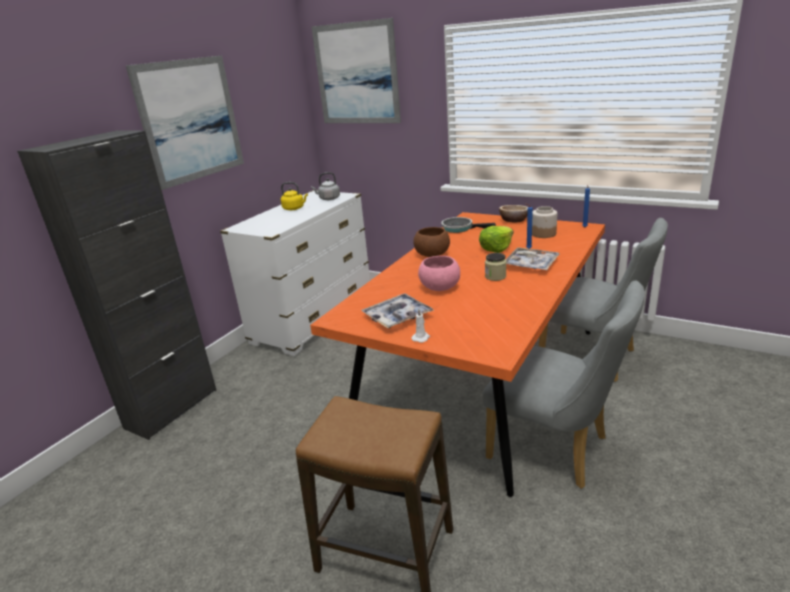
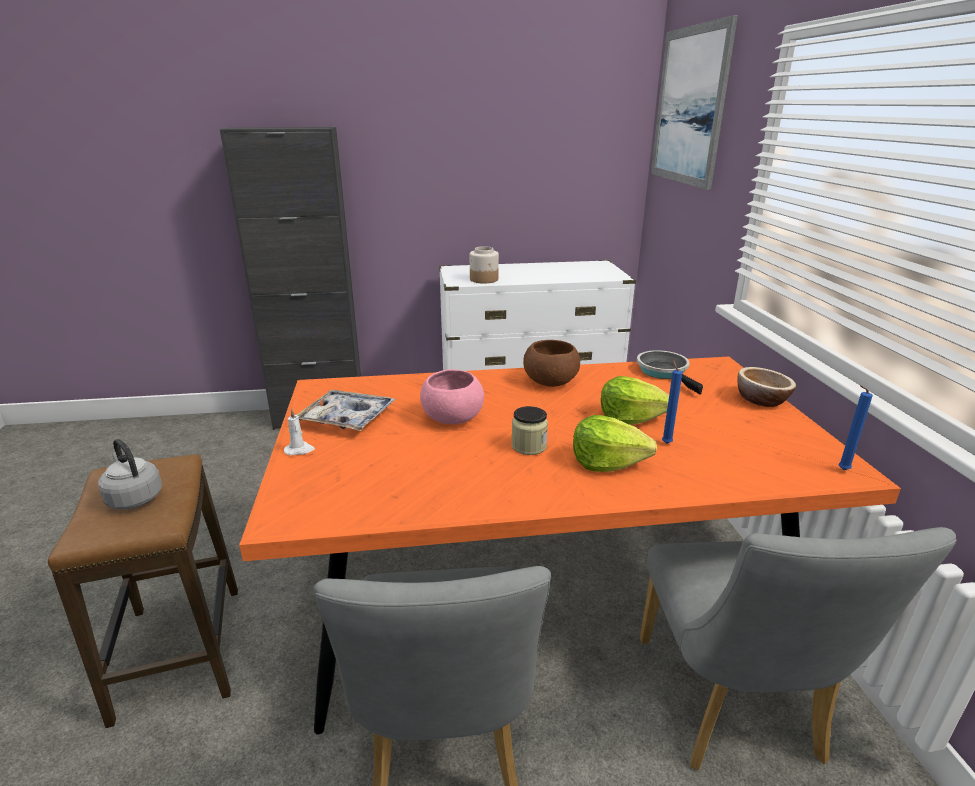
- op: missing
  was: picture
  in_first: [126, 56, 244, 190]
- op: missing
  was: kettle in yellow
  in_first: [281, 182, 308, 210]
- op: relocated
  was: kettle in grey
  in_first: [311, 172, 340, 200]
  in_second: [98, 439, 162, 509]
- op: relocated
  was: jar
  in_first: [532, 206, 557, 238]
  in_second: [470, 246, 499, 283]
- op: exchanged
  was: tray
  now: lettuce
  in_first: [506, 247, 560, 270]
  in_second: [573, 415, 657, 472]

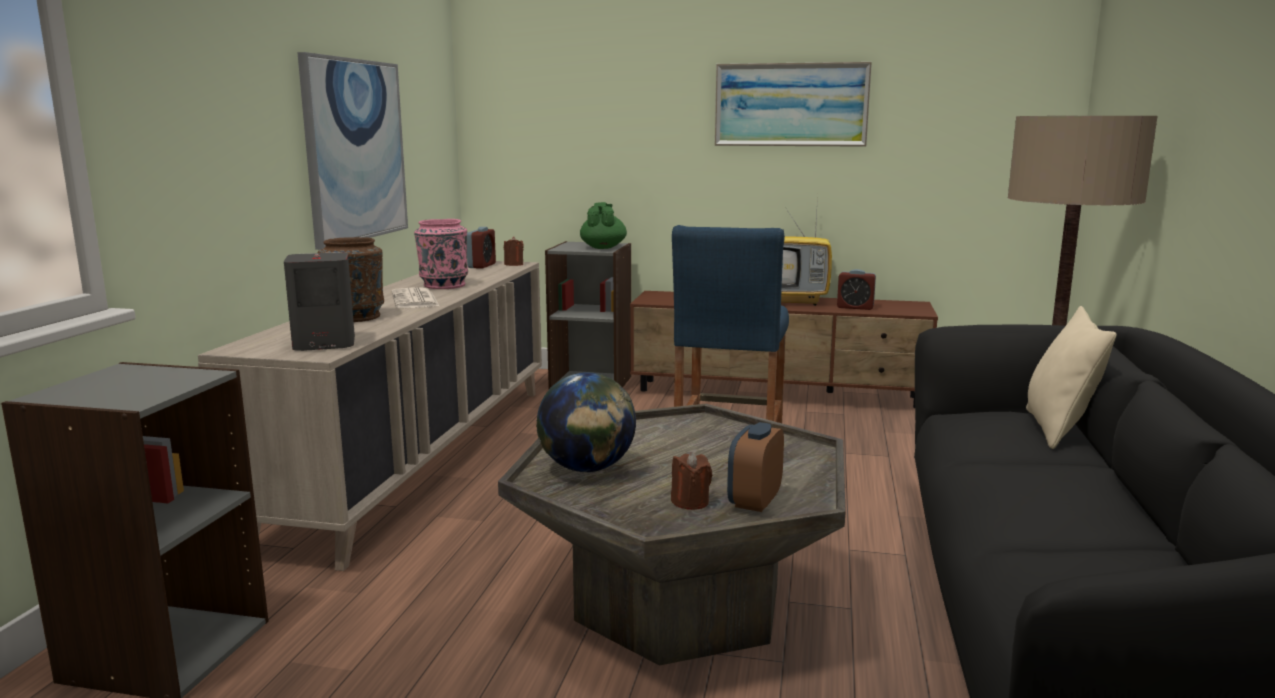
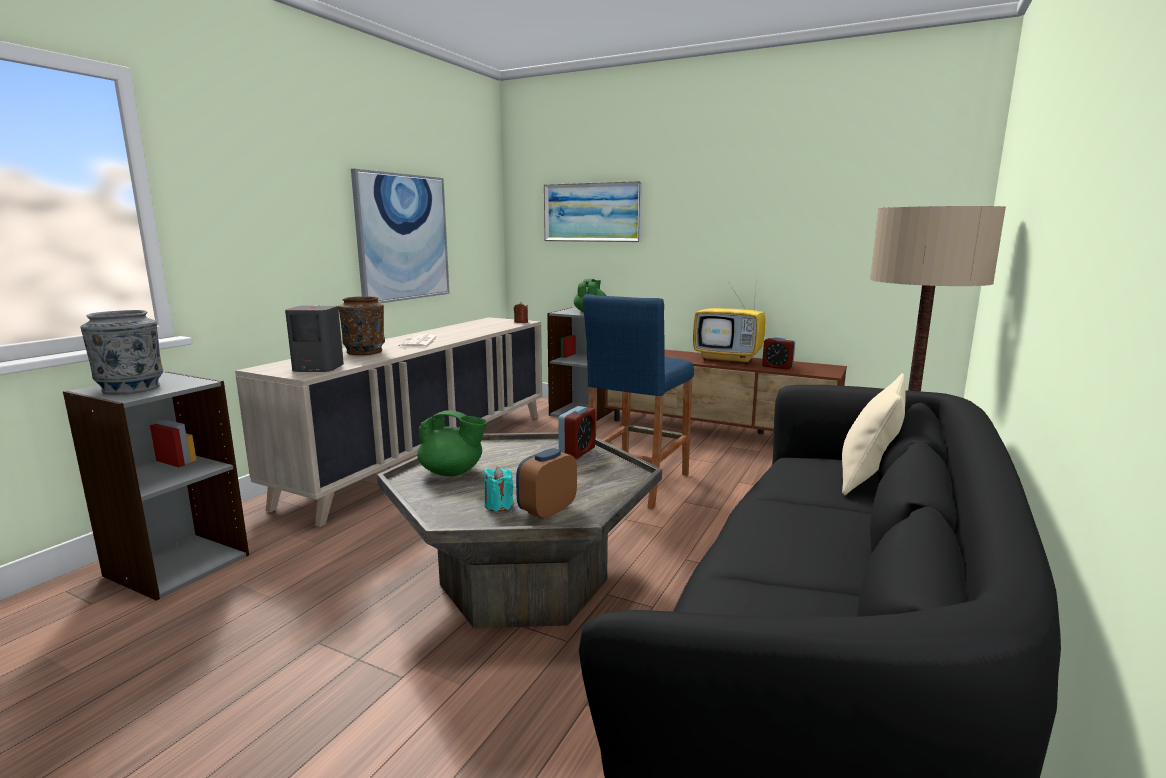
- op: missing
  was: vase in pink
  in_first: [414, 219, 468, 289]
- op: appeared
  now: vase in grey
  in_second: [81, 310, 163, 395]
- op: relocated
  was: alarm clock
  in_first: [467, 227, 496, 269]
  in_second: [558, 406, 596, 459]
- op: relocated
  was: picture
  in_first: [715, 62, 872, 147]
  in_second: [544, 181, 642, 242]
- op: exchanged
  was: globe
  now: teapot in green
  in_first: [536, 372, 636, 473]
  in_second: [417, 410, 487, 476]
- op: colour
  was: candle in brown
  now: candle in turquoise
  in_first: [671, 452, 712, 510]
  in_second: [484, 467, 514, 512]

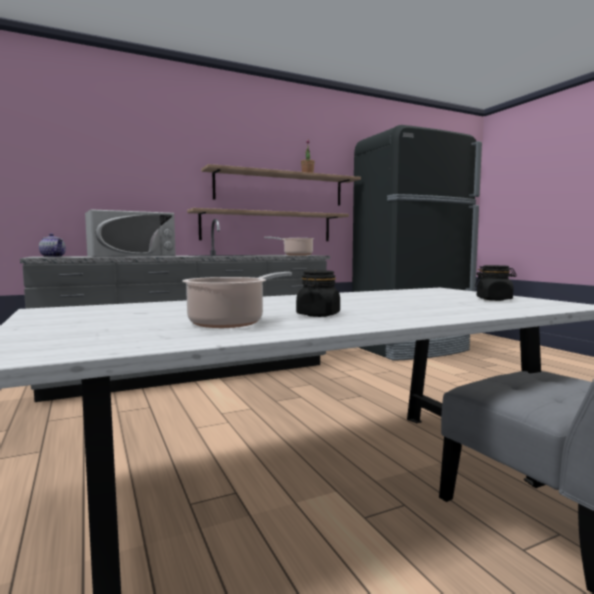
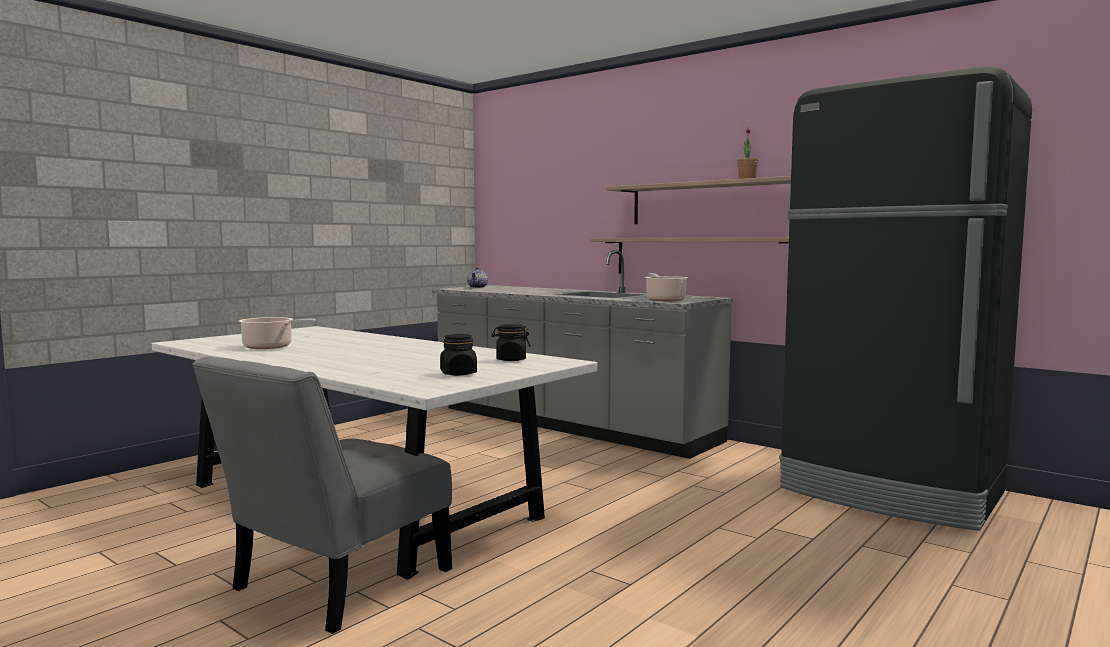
- op: missing
  was: microwave in white
  in_first: [85, 209, 176, 257]
- op: relocated
  was: jar in black
  in_first: [296, 270, 340, 317]
  in_second: [491, 324, 530, 361]

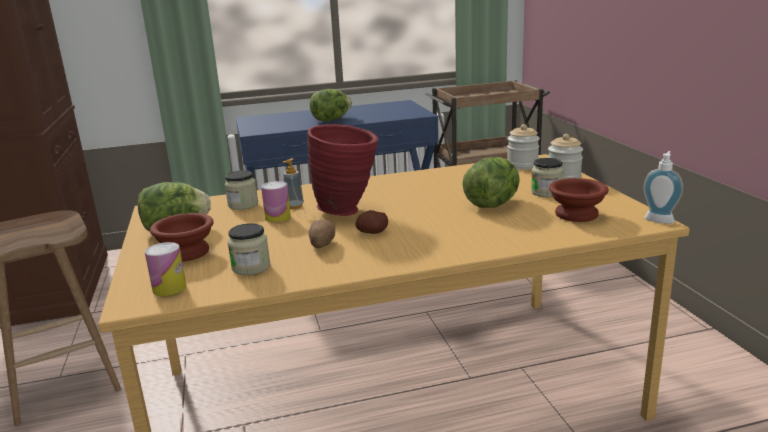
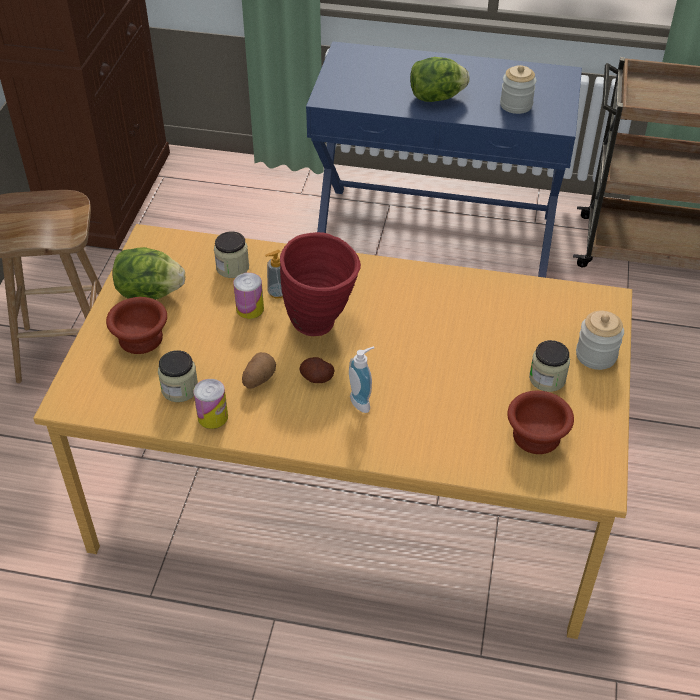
- op: missing
  was: lettuce
  in_first: [462, 157, 520, 208]
- op: relocated
  was: can
  in_first: [145, 242, 187, 296]
  in_second: [193, 379, 228, 429]
- op: relocated
  was: jar
  in_first: [507, 124, 540, 170]
  in_second: [500, 65, 536, 114]
- op: relocated
  was: soap dispenser
  in_first: [643, 151, 683, 224]
  in_second: [349, 346, 375, 413]

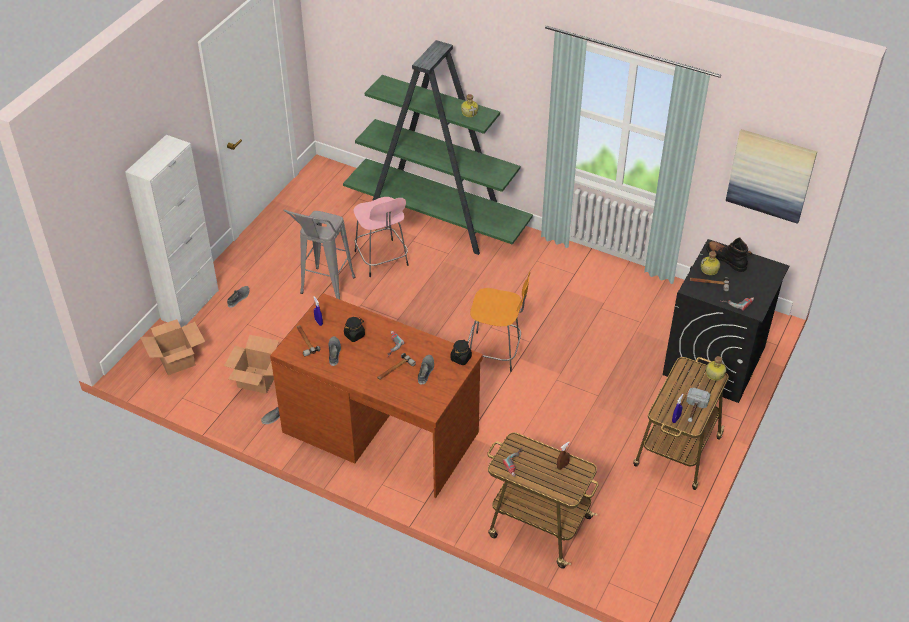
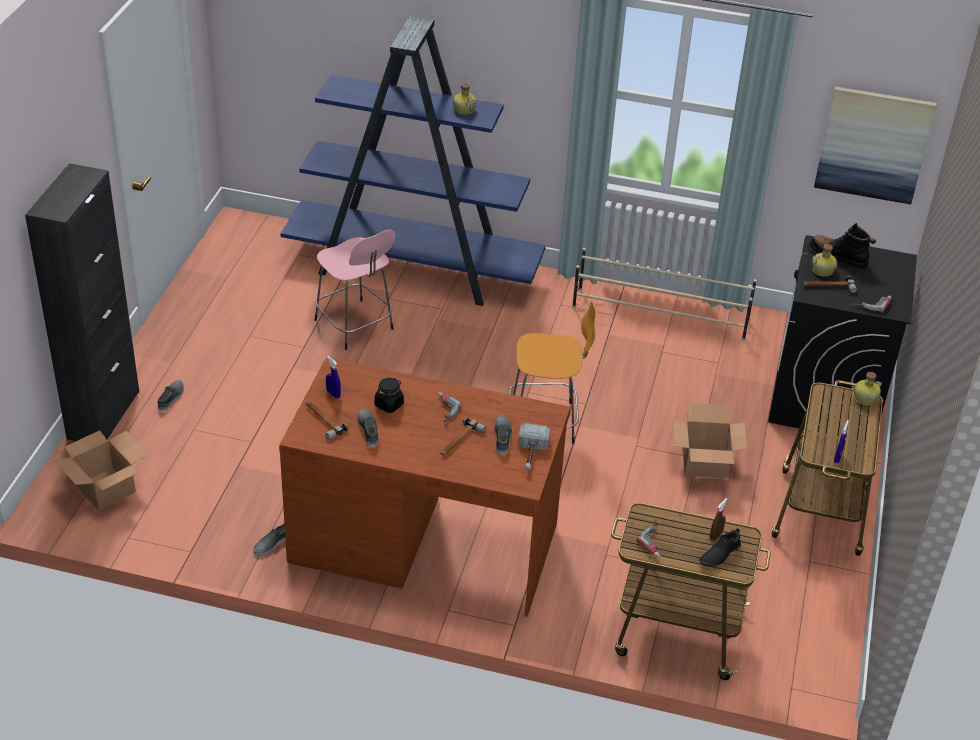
- op: missing
  was: stool in grey
  in_first: [283, 210, 355, 299]
- op: missing
  was: jar in black
  in_first: [451, 340, 472, 365]
- op: appeared
  now: shoe rack in beige
  in_second: [572, 248, 757, 341]
- op: appeared
  now: shoe in black
  in_second: [699, 528, 741, 566]
- op: relocated
  was: cardboard box
  in_first: [224, 335, 279, 394]
  in_second: [673, 403, 747, 478]
- op: relocated
  was: hammer
  in_first: [686, 387, 711, 422]
  in_second: [518, 423, 550, 469]
- op: colour
  was: cabinet in white
  now: cabinet in black
  in_first: [125, 135, 219, 327]
  in_second: [25, 163, 139, 441]
- op: colour
  was: bookcase in green
  now: bookcase in blue
  in_first: [343, 40, 533, 255]
  in_second: [280, 16, 546, 306]

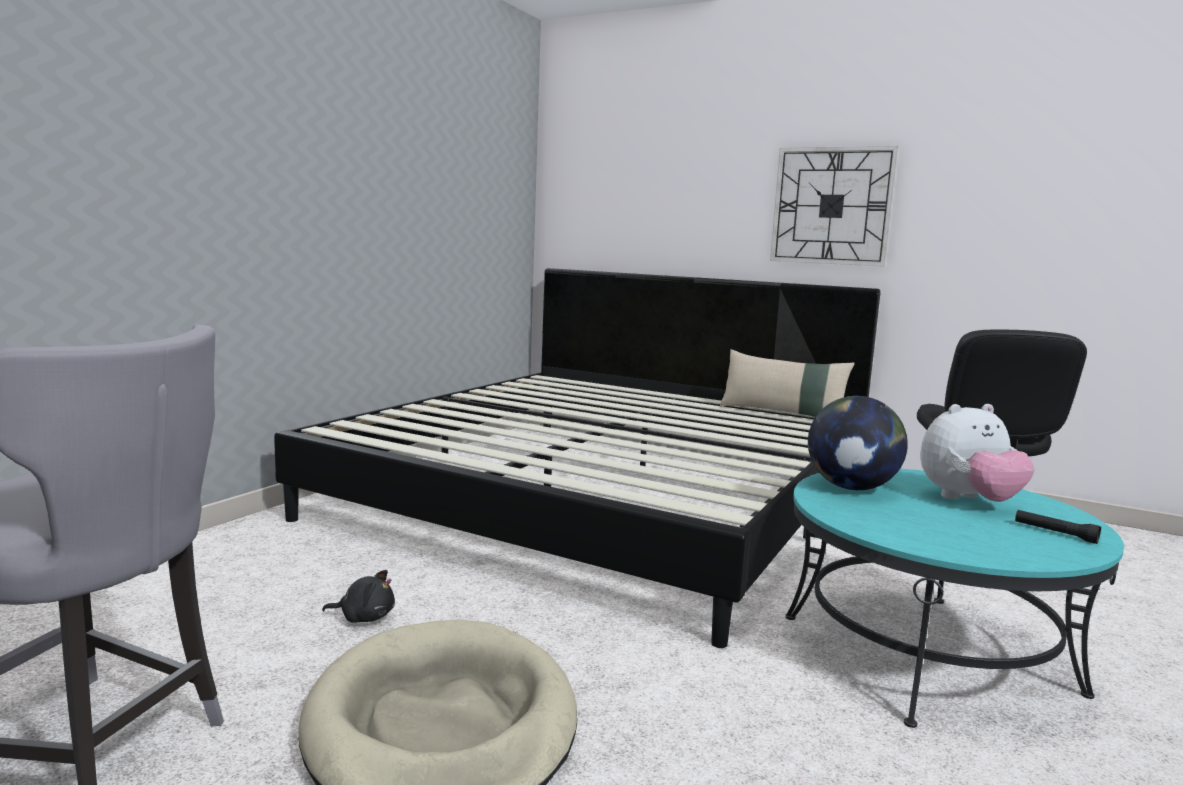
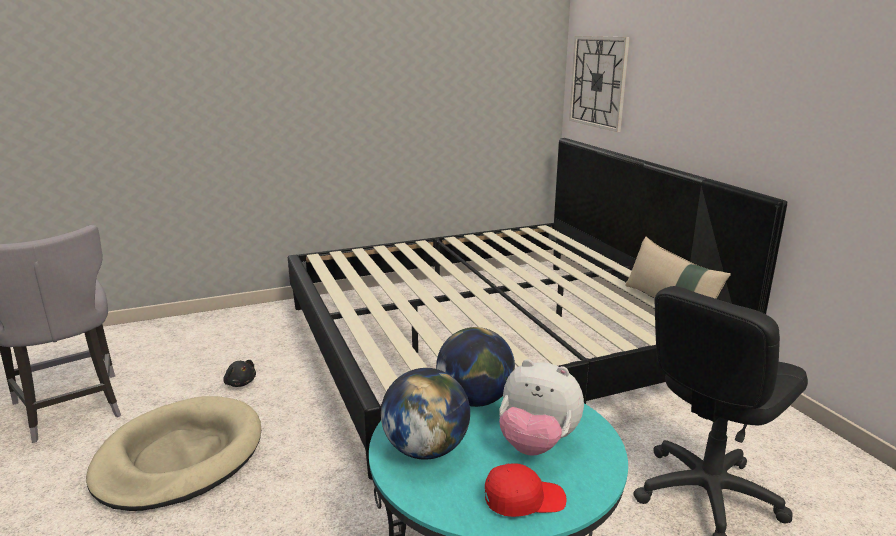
- op: appeared
  now: globe
  in_second: [381, 368, 470, 460]
- op: relocated
  was: wall clock
  in_first: [770, 146, 899, 267]
  in_second: [569, 36, 630, 132]
- op: exchanged
  was: flashlight in black
  now: cap in red
  in_first: [1015, 510, 1101, 544]
  in_second: [485, 463, 567, 517]

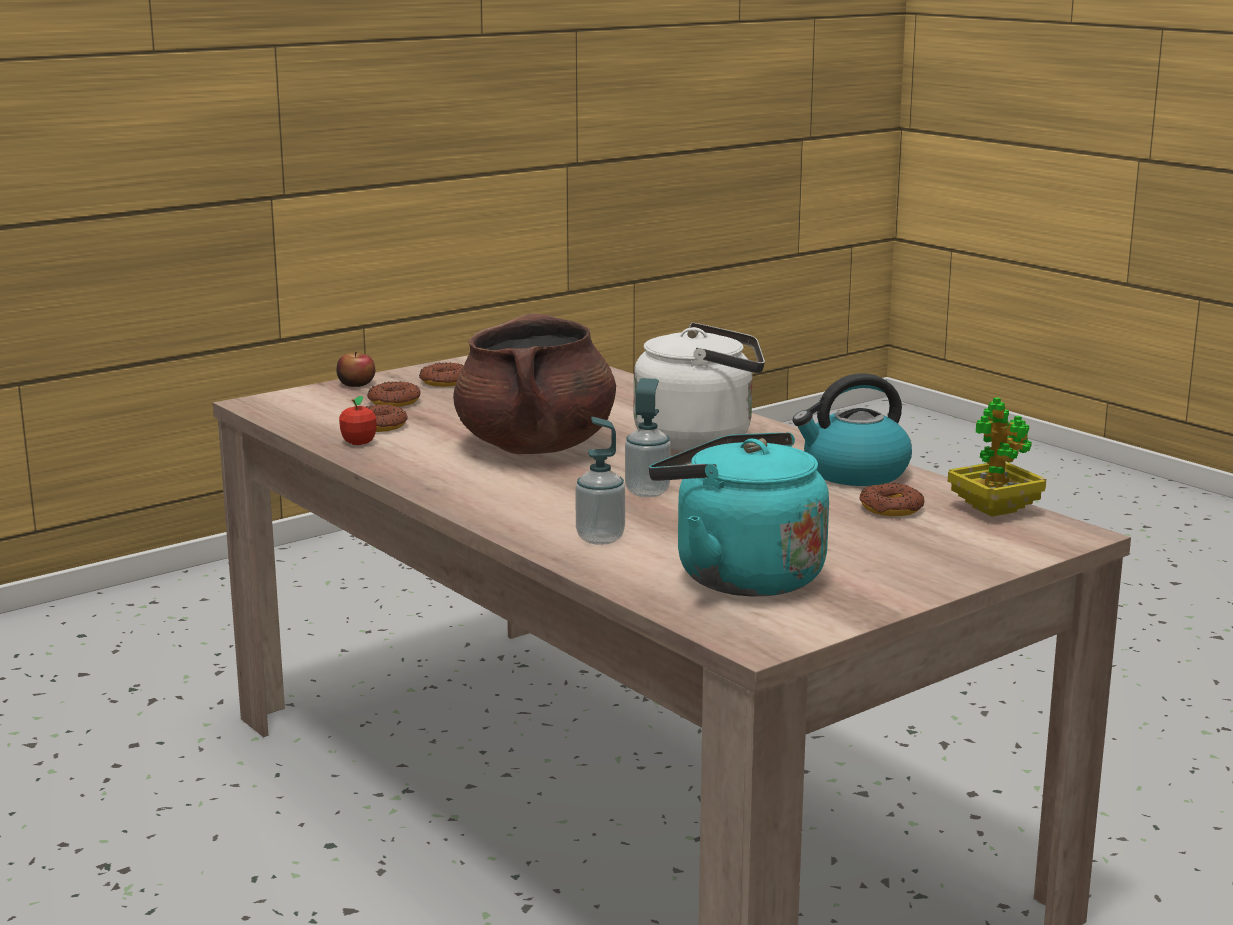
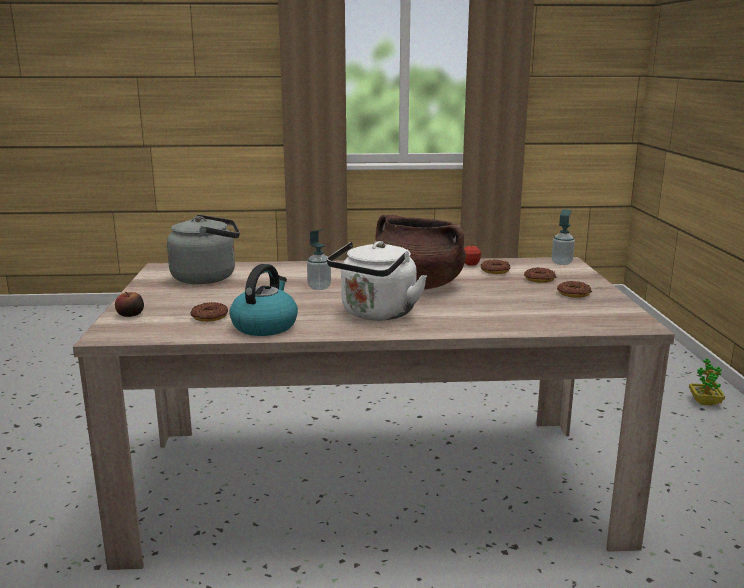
- op: relocated
  was: apple
  in_first: [337, 352, 375, 387]
  in_second: [115, 292, 144, 317]
- op: relocated
  was: soap dispenser
  in_first: [575, 417, 625, 545]
  in_second: [552, 209, 575, 265]
- op: relocated
  was: potted plant
  in_first: [948, 397, 1046, 517]
  in_second: [689, 358, 725, 406]
- op: colour
  was: kettle in turquoise
  now: kettle in grey
  in_first: [649, 432, 829, 597]
  in_second: [167, 215, 240, 284]

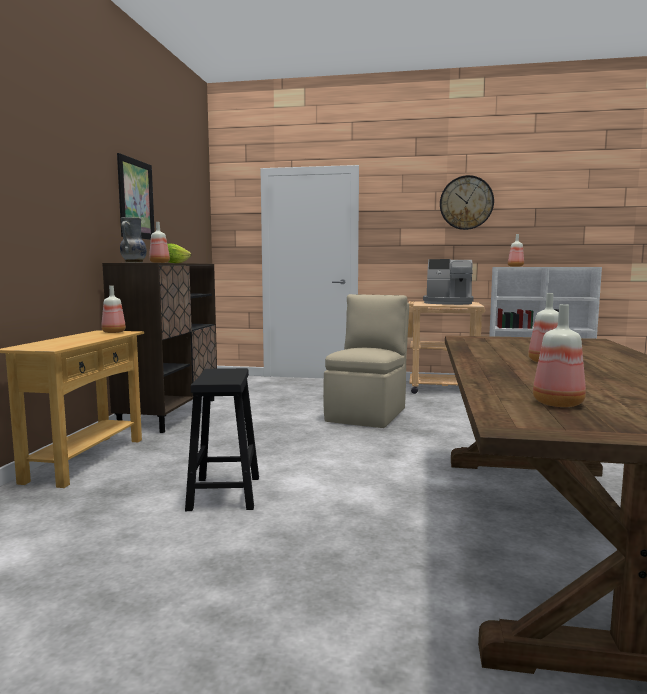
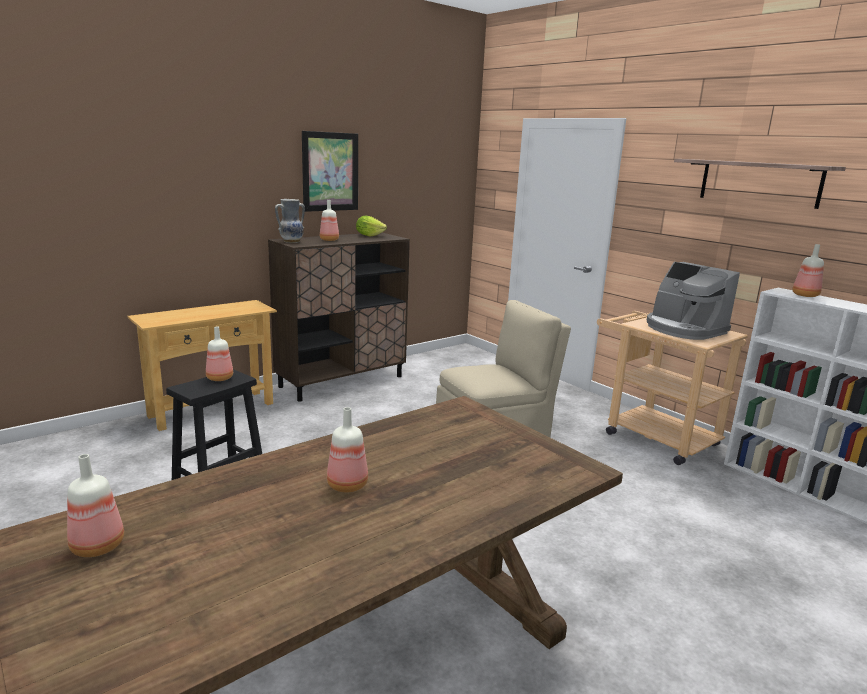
- op: relocated
  was: bottle
  in_first: [101, 286, 126, 333]
  in_second: [206, 327, 233, 381]
- op: exchanged
  was: wall clock
  now: shelf
  in_first: [440, 175, 494, 230]
  in_second: [674, 159, 846, 209]

